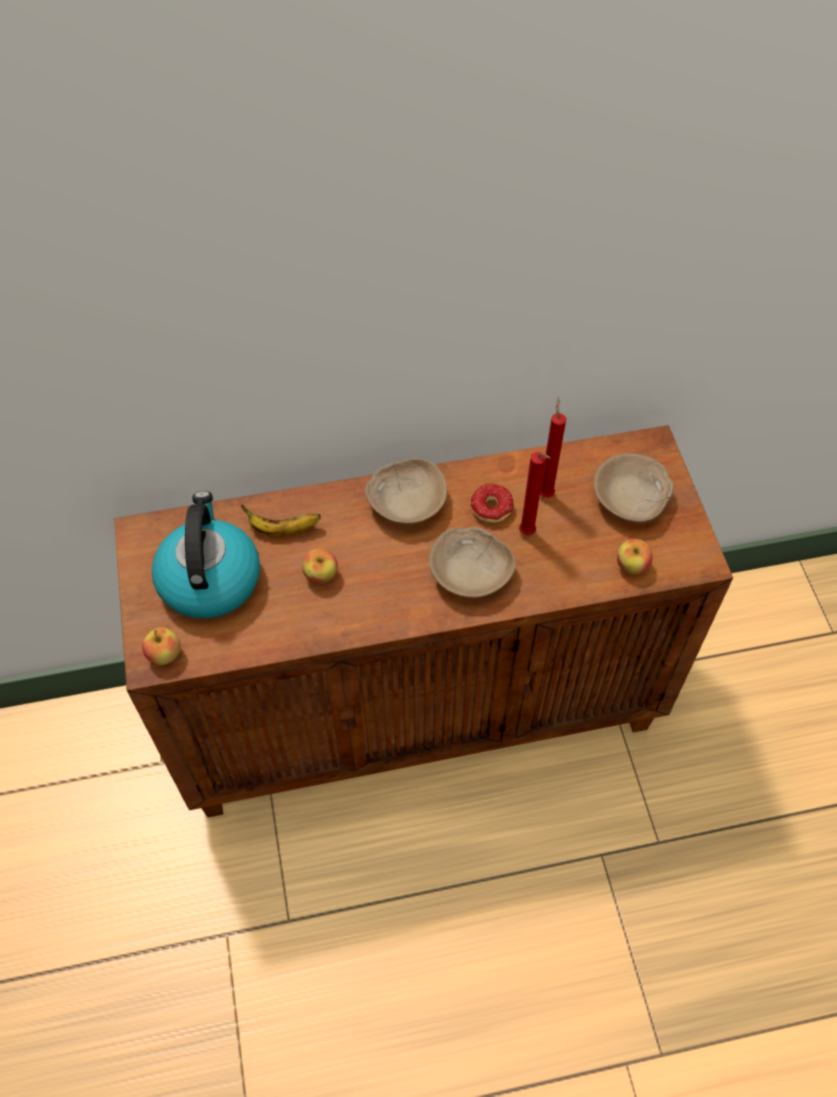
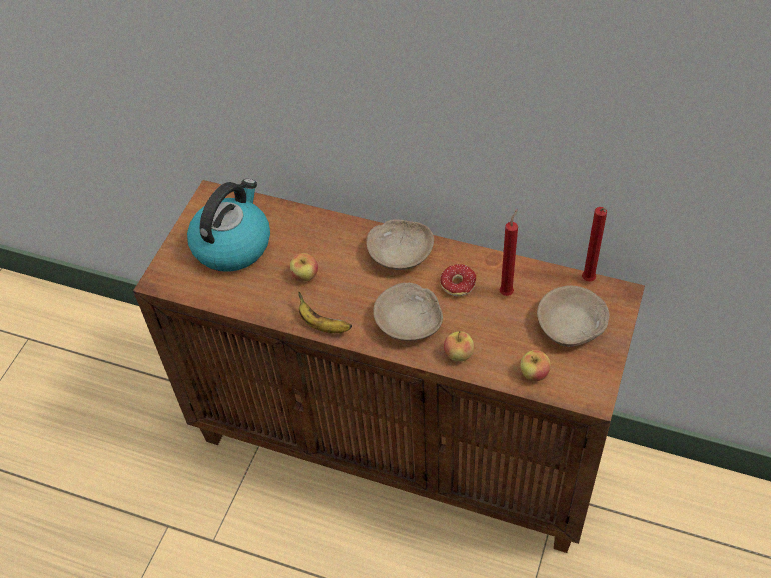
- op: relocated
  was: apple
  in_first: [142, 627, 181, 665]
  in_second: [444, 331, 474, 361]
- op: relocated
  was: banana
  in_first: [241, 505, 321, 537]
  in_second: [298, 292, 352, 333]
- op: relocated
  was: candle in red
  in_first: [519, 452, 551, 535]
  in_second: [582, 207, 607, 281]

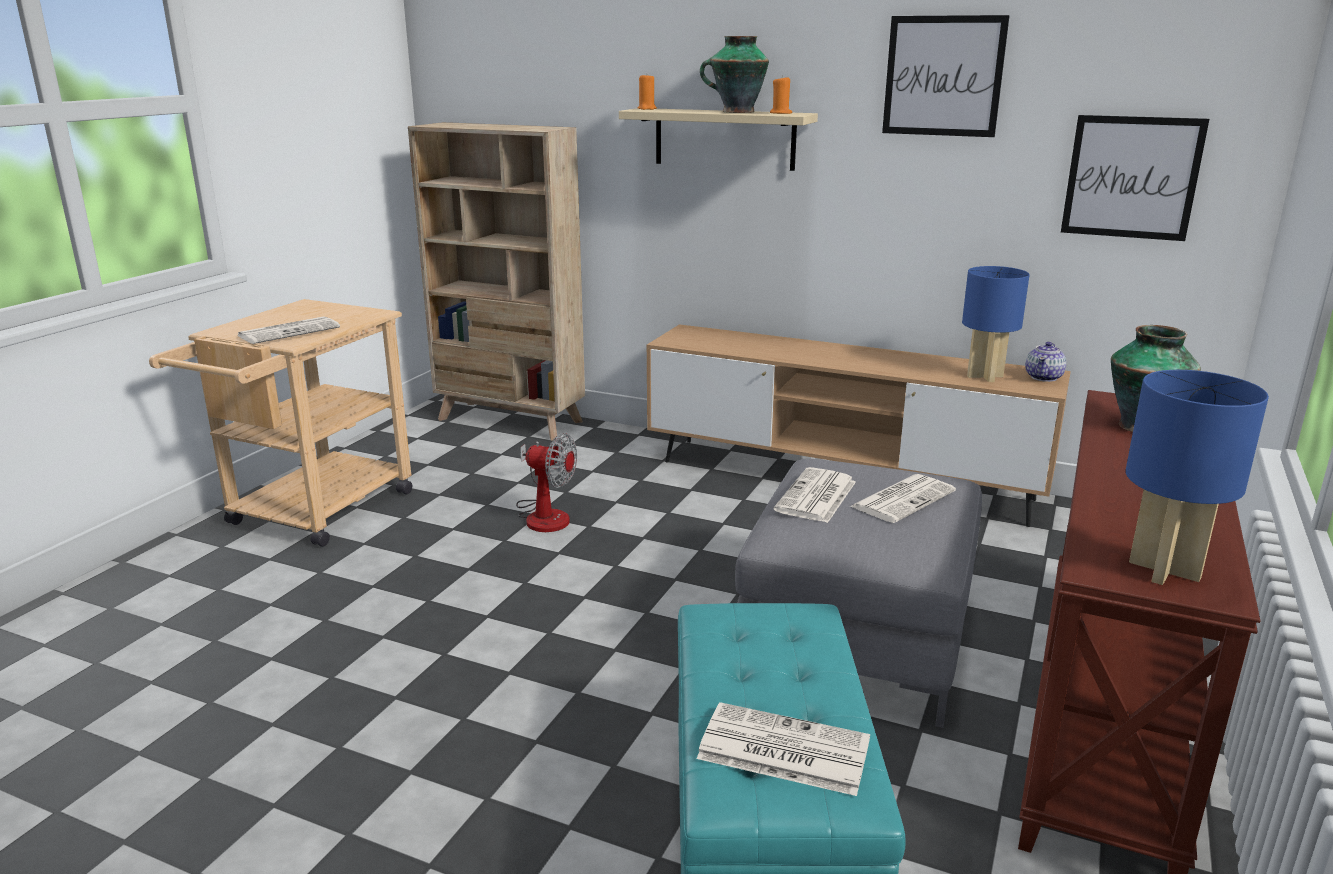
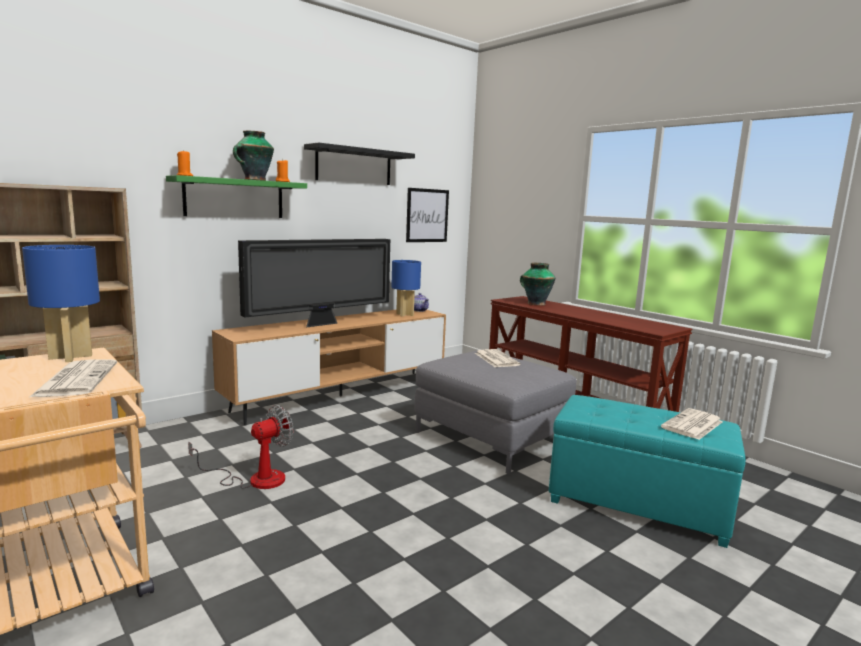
- op: missing
  was: newspaper
  in_first: [774, 467, 856, 523]
- op: appeared
  now: television
  in_second: [238, 239, 390, 328]
- op: relocated
  was: table lamp in blue
  in_first: [1126, 370, 1269, 585]
  in_second: [22, 245, 100, 362]
- op: exchanged
  was: picture
  now: shelf in black
  in_first: [882, 15, 1010, 137]
  in_second: [304, 143, 415, 185]
- op: colour
  was: shelf in beige
  now: shelf in green
  in_first: [619, 108, 818, 171]
  in_second: [166, 175, 307, 218]

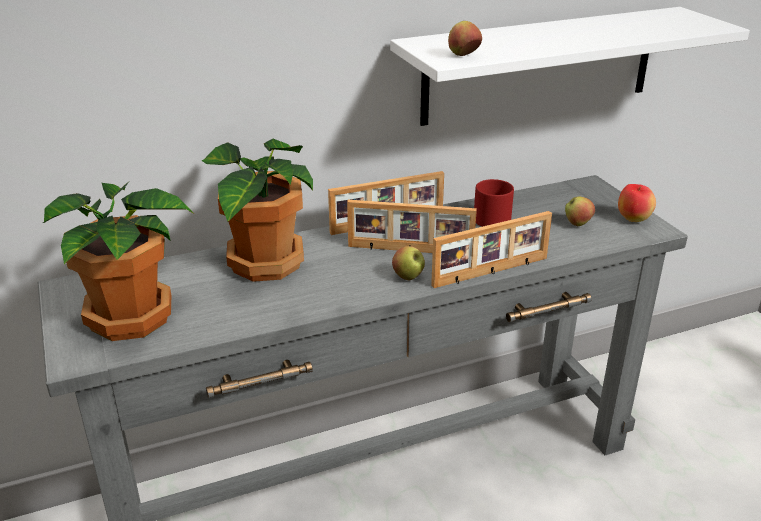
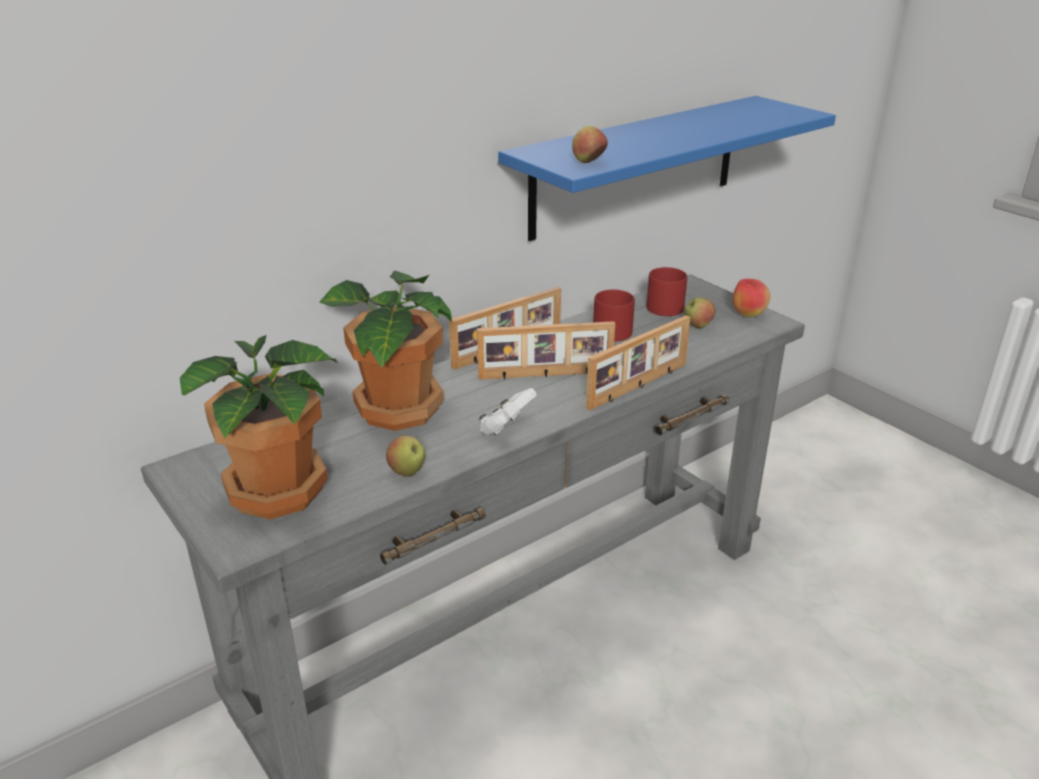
- op: appeared
  now: game controller in white
  in_second: [479, 388, 537, 436]
- op: appeared
  now: mug in red
  in_second: [647, 267, 687, 316]
- op: relocated
  was: apple
  in_first: [392, 246, 425, 280]
  in_second: [386, 436, 426, 477]
- op: colour
  was: shelf in white
  now: shelf in blue
  in_first: [390, 7, 750, 126]
  in_second: [498, 96, 836, 241]

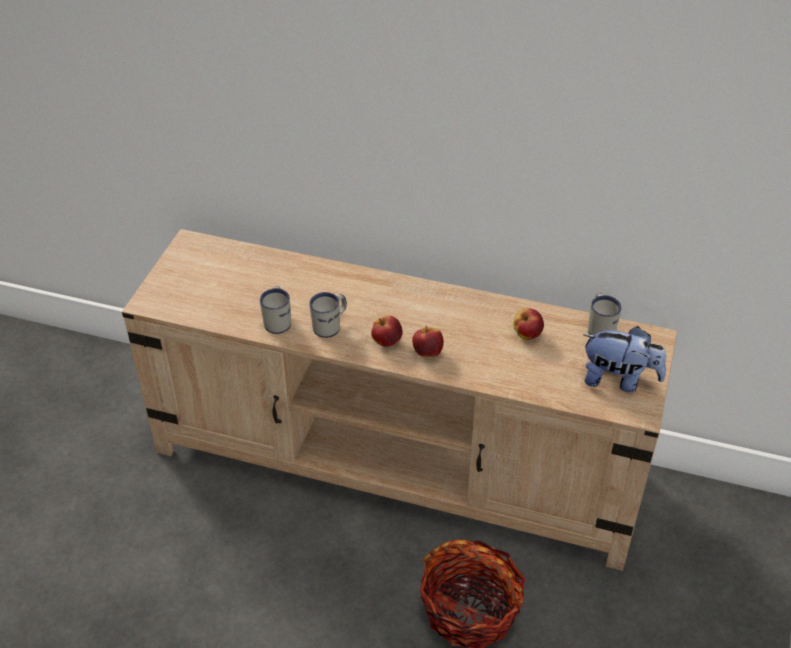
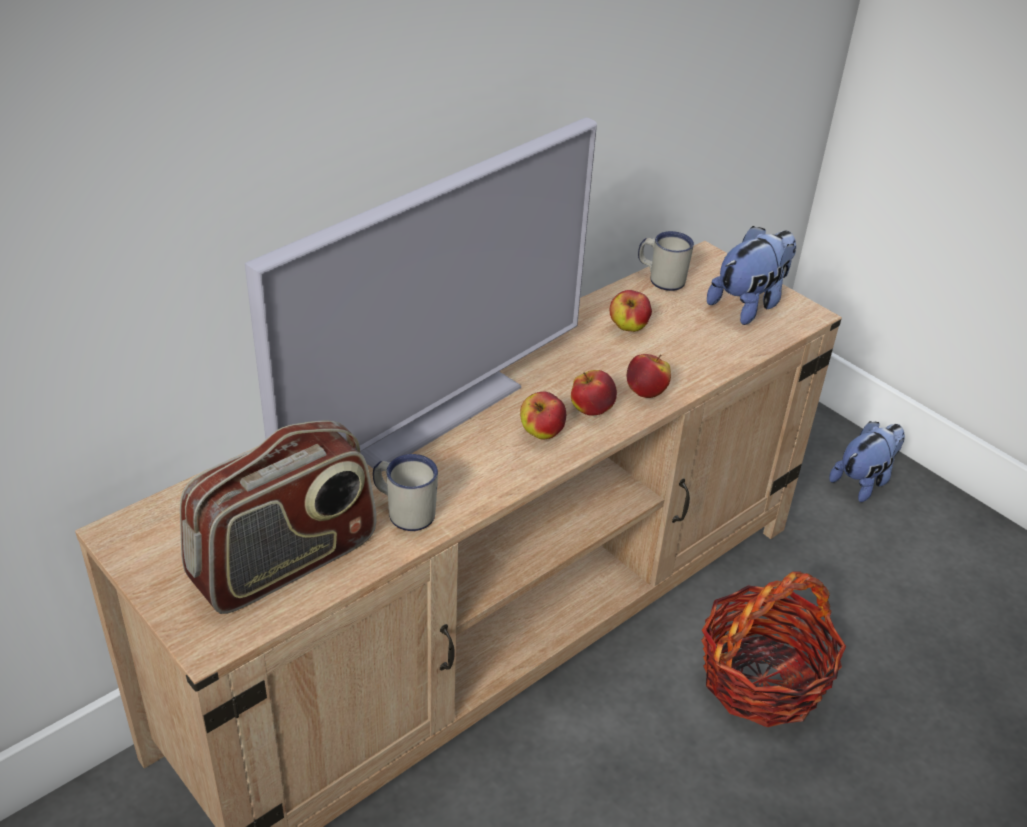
- op: missing
  was: mug in white
  in_first: [309, 292, 347, 338]
- op: appeared
  now: radio
  in_second: [180, 421, 376, 614]
- op: appeared
  now: television
  in_second: [245, 118, 597, 472]
- op: appeared
  now: apple
  in_second: [627, 354, 671, 398]
- op: appeared
  now: plush toy
  in_second: [829, 421, 905, 502]

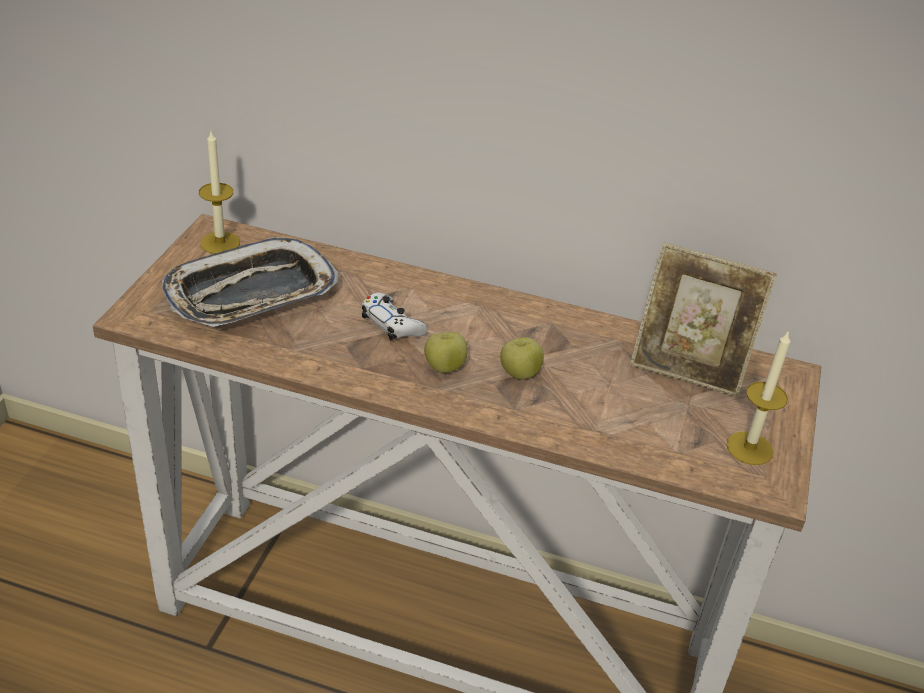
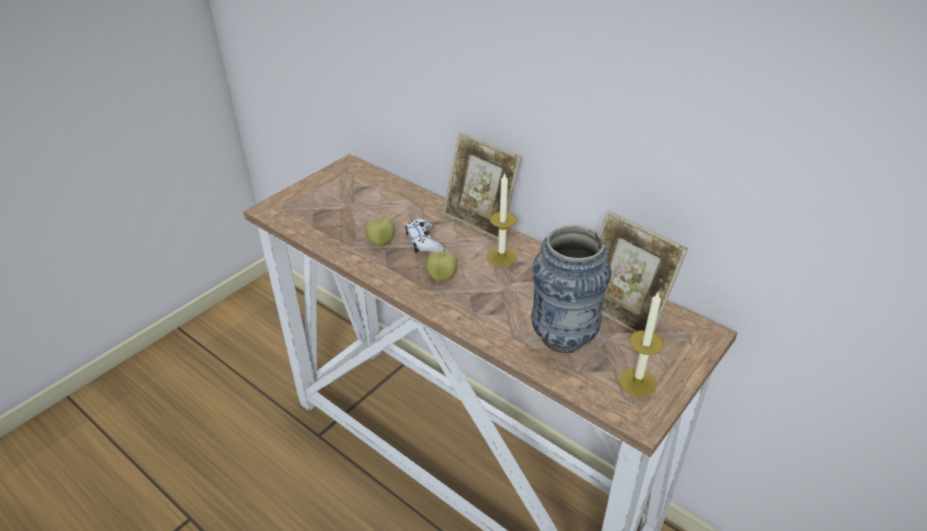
- op: missing
  was: tray
  in_first: [162, 237, 338, 327]
- op: appeared
  now: picture frame
  in_second: [443, 132, 522, 240]
- op: appeared
  now: vase
  in_second: [531, 225, 612, 353]
- op: relocated
  was: candle
  in_first: [199, 131, 240, 254]
  in_second: [487, 174, 517, 267]
- op: relocated
  was: apple
  in_first: [500, 337, 544, 380]
  in_second: [365, 218, 394, 246]

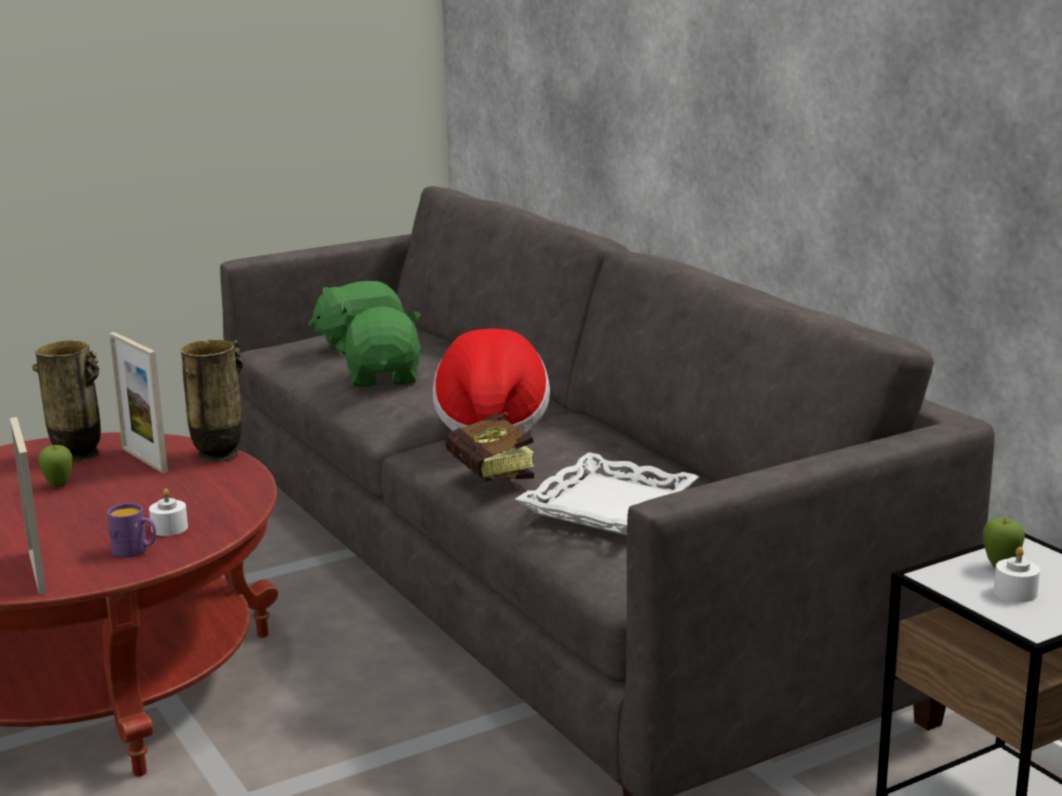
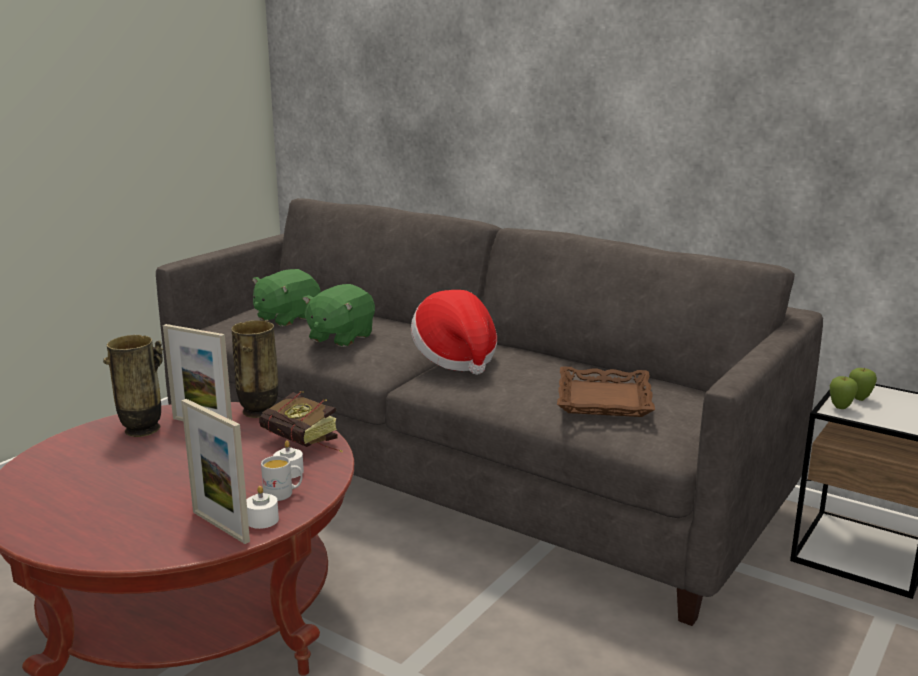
- op: relocated
  was: apple
  in_first: [38, 445, 72, 487]
  in_second: [830, 376, 858, 409]
- op: relocated
  was: book
  in_first: [445, 412, 534, 492]
  in_second: [259, 391, 343, 453]
- op: relocated
  was: candle in white
  in_first: [994, 547, 1040, 602]
  in_second: [246, 486, 279, 529]
- op: colour
  was: mug in purple
  now: mug in white
  in_first: [107, 503, 156, 557]
  in_second: [261, 456, 303, 501]
- op: colour
  was: tray in white
  now: tray in brown
  in_first: [515, 452, 699, 535]
  in_second: [557, 366, 655, 417]
- op: spun
  was: plush toy in green
  in_first: [340, 306, 421, 387]
  in_second: [302, 284, 375, 347]
  clockwise: -120

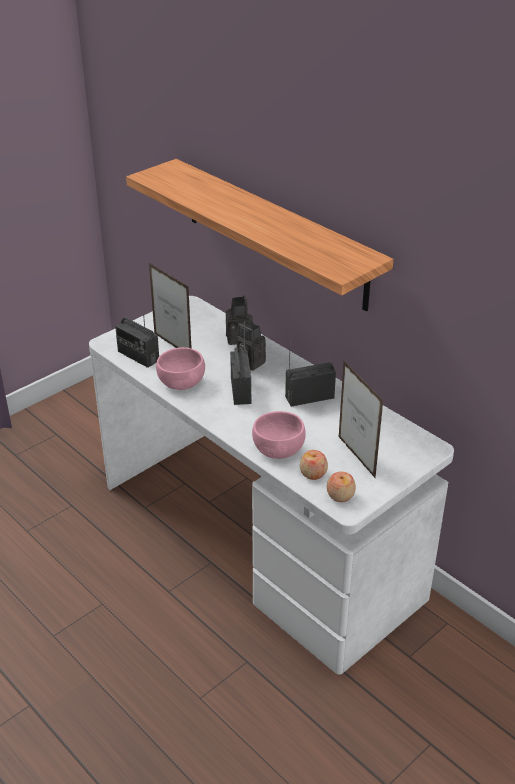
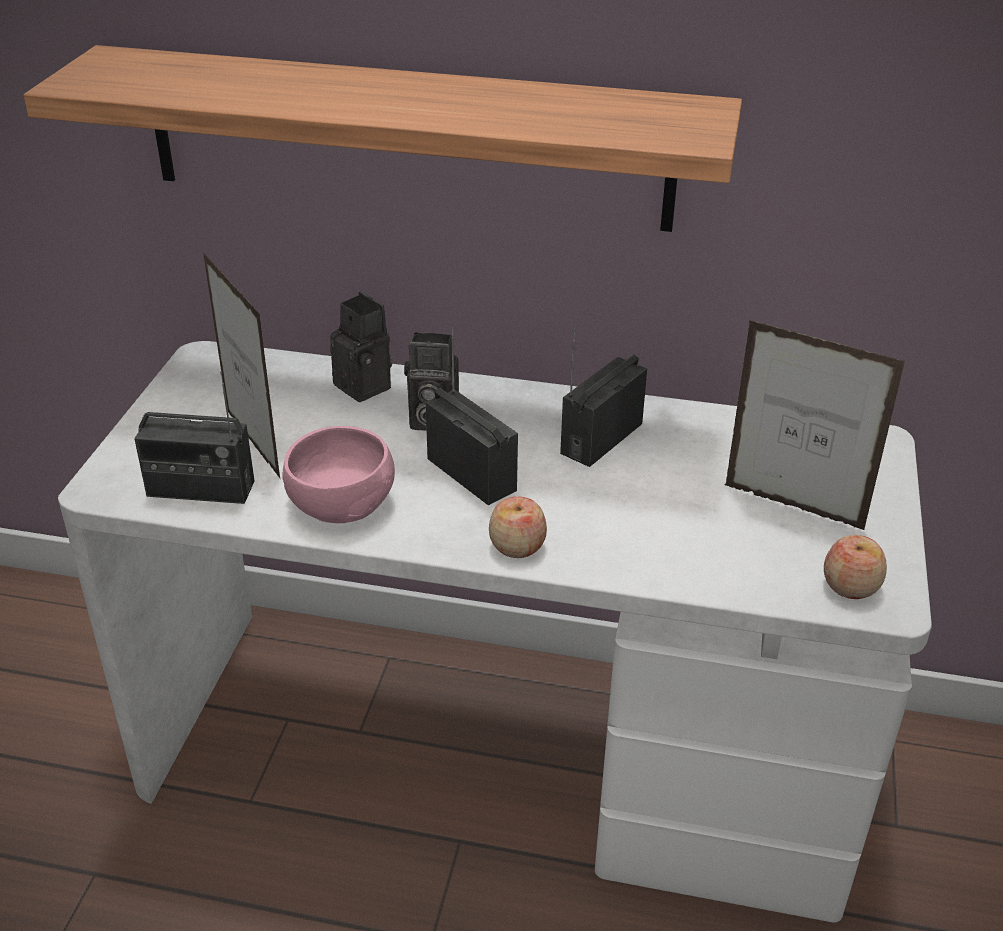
- op: missing
  was: bowl in pink
  in_first: [252, 411, 306, 459]
- op: relocated
  was: apple
  in_first: [300, 450, 328, 480]
  in_second: [489, 496, 547, 558]
- op: spun
  was: picture frame
  in_first: [149, 263, 192, 349]
  in_second: [203, 252, 280, 478]
  clockwise: 45

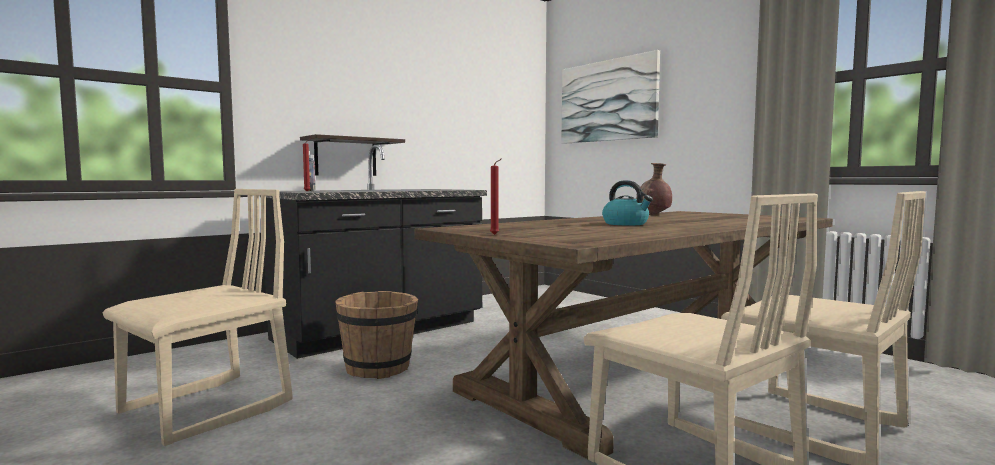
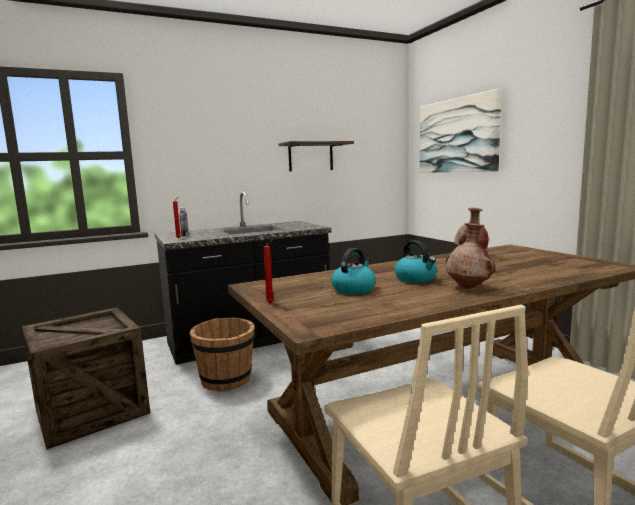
- op: appeared
  now: kettle
  in_second: [331, 248, 376, 295]
- op: appeared
  now: vase in brown
  in_second: [445, 223, 495, 289]
- op: relocated
  was: shelf
  in_first: [300, 134, 405, 176]
  in_second: [279, 141, 354, 171]
- op: exchanged
  was: chair in beige
  now: crate
  in_first: [102, 189, 293, 446]
  in_second: [22, 307, 150, 449]

